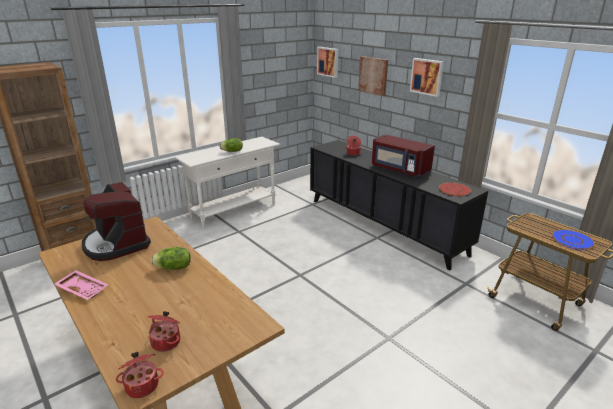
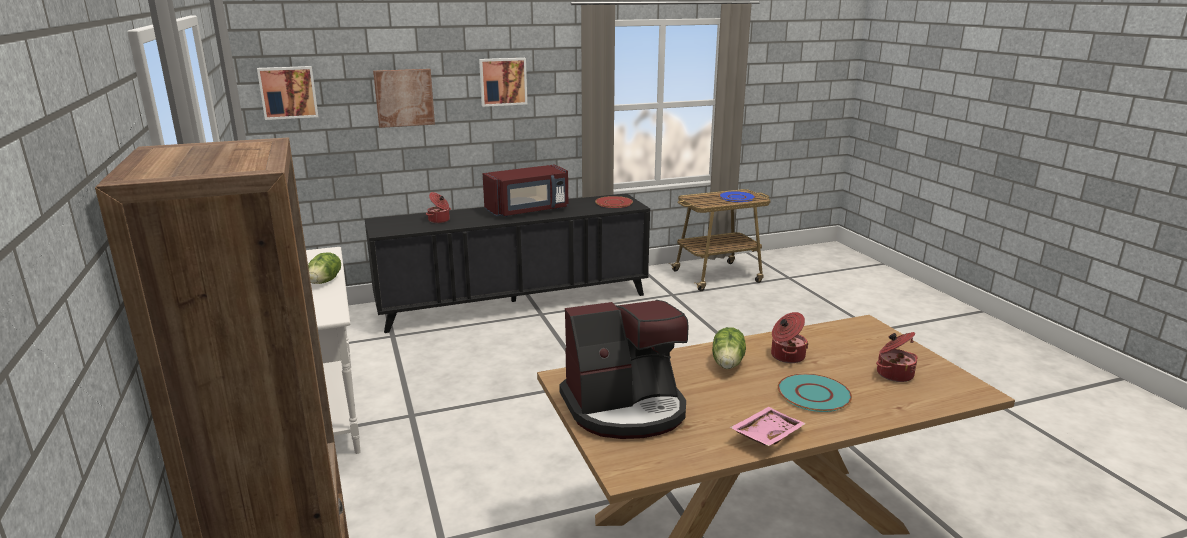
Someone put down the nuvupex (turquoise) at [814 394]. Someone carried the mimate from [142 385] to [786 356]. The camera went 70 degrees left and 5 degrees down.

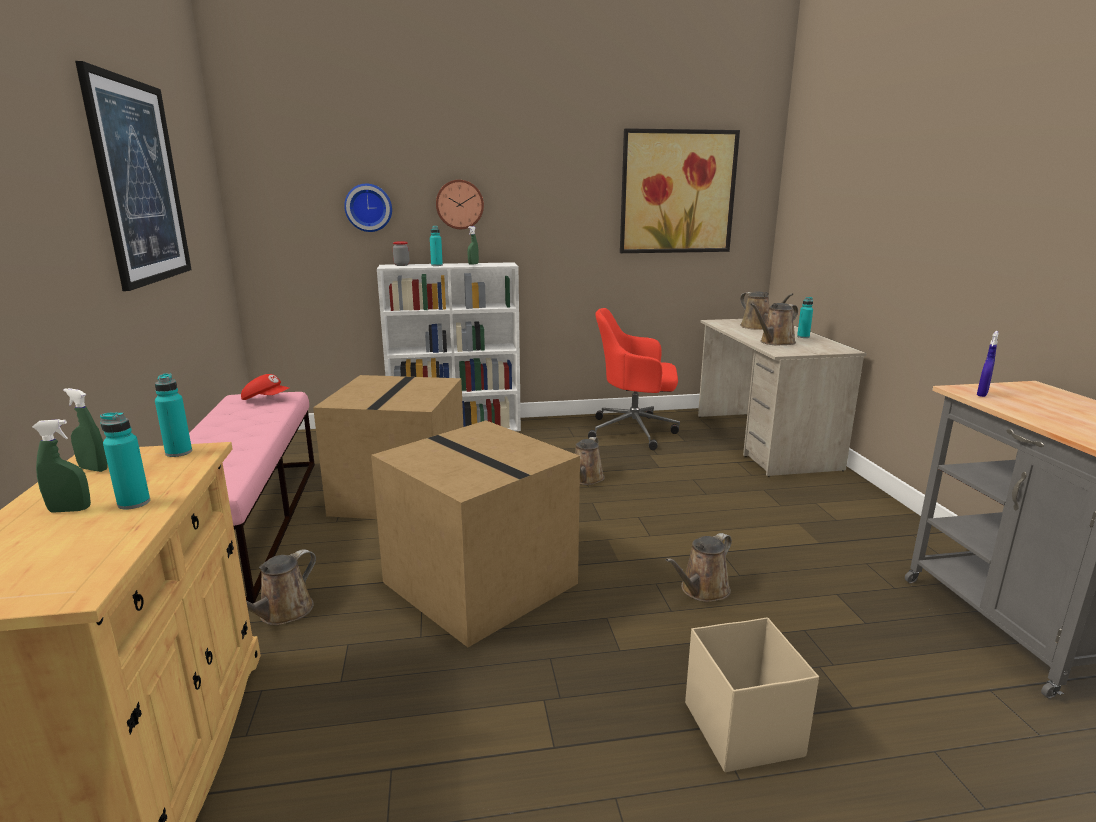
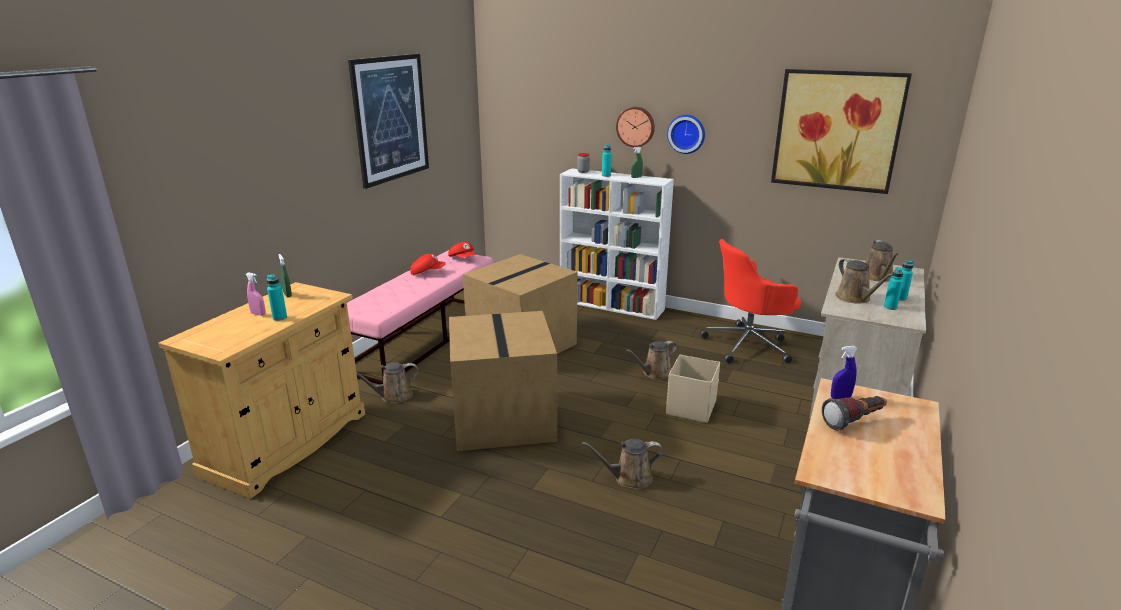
Someone put down the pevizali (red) at [427 272]. Someone put down the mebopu at [854 421]. Someone carried the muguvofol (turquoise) from [179 452] to [890 307]. Someone carried the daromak from [368 207] to [687 133]. Someone carried the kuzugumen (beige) from [742 728] to [691 407]. Someone repainted the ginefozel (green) at [70 510], which became the ginefozel (pink) at [258 314]. Someone rotated the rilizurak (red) at [635 431] by 60 degrees counterclockwise. Someone rotated the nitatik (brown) at [775 342] by 105 degrees counterclockwise. The camera went 35 degrees right and 5 degrees up.

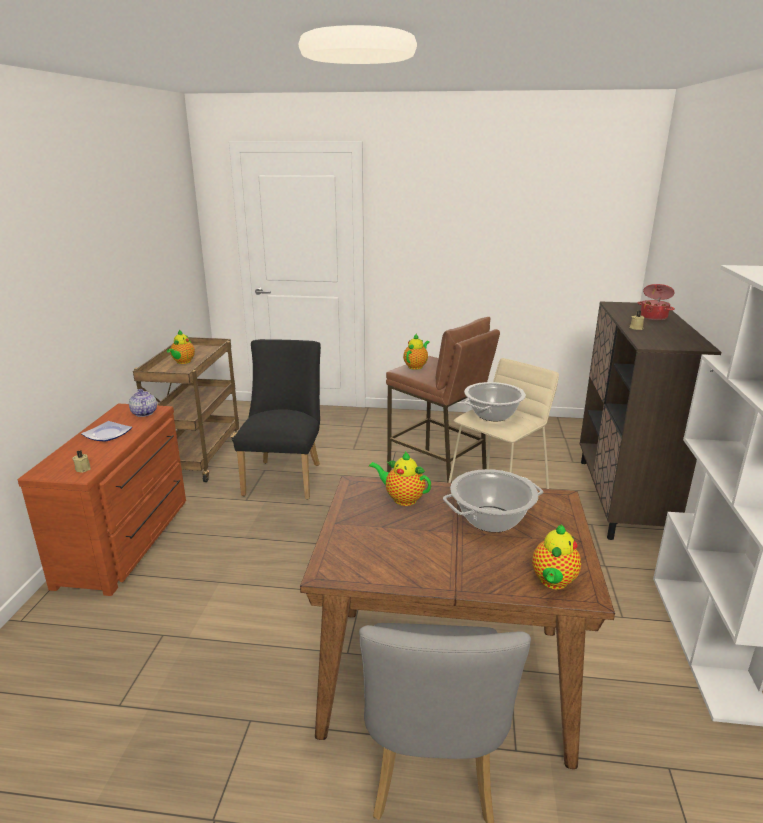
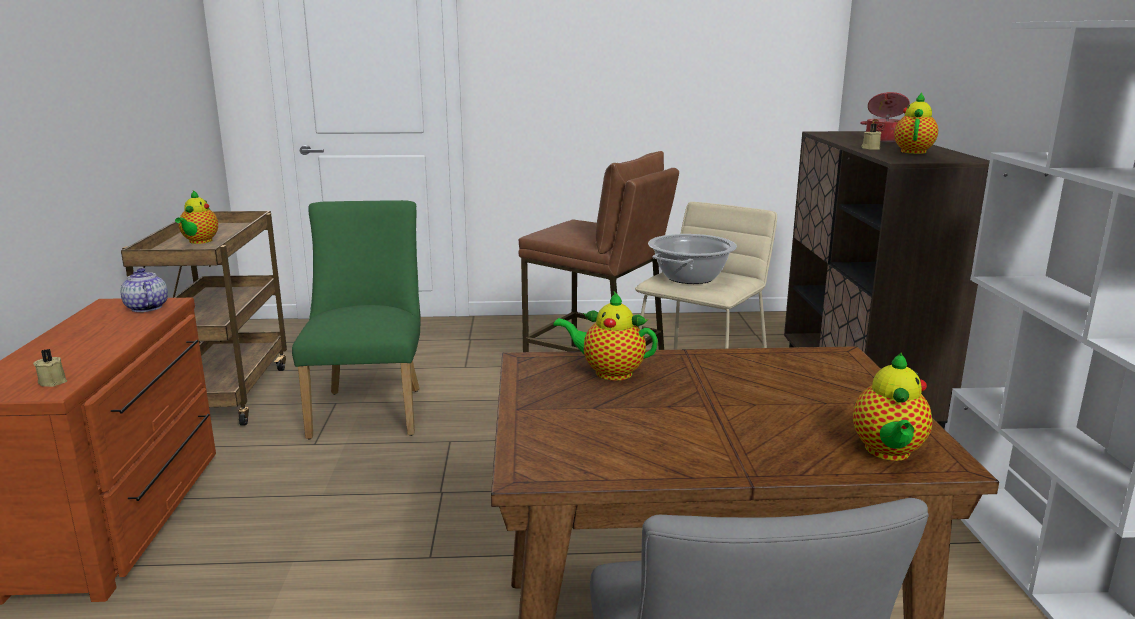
Someone took away the nuvupex at [107 434]. Someone took away the mimate at [491 519]. Someone carried the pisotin from [416 366] to [913 151]. Someone repainted the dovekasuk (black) at [285 476], which became the dovekasuk (green) at [370 408]. The camera went 10 degrees left and 5 degrees down.

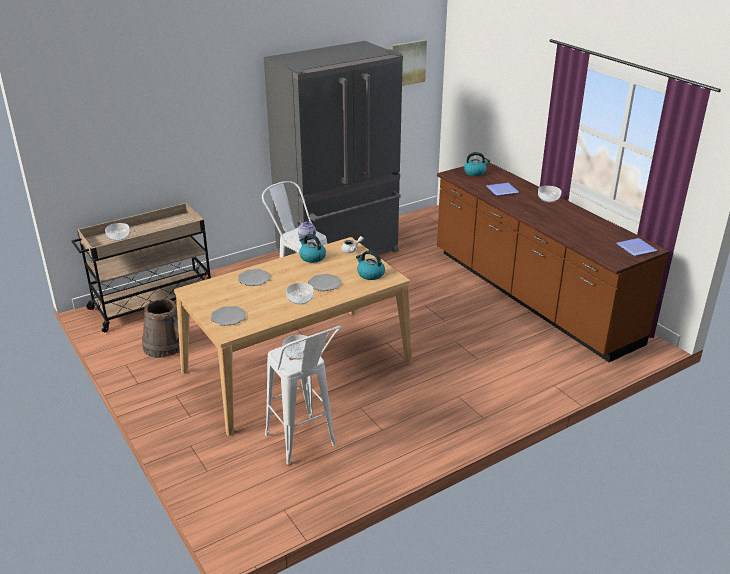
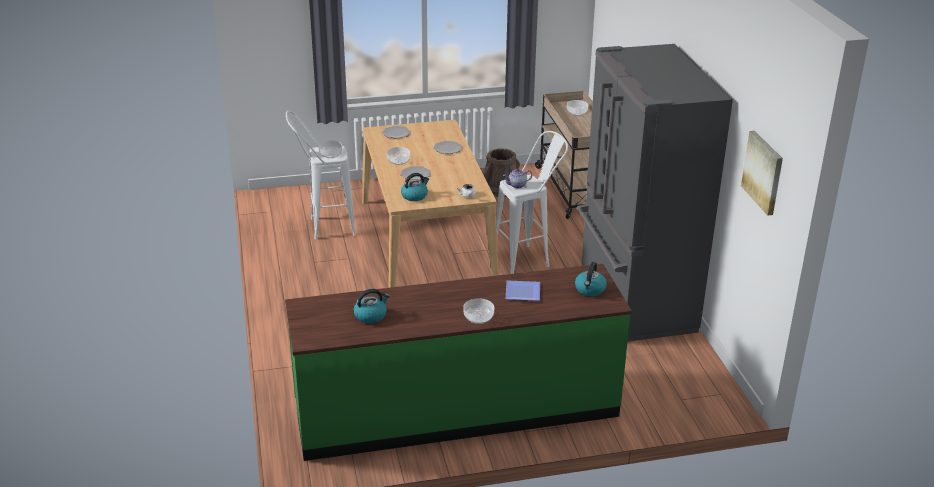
Someone took away the nuvupex at [636 248]. Someone carried the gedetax from [312 257] to [371 316]. Someone repainted the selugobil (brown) at [530 296], which became the selugobil (green) at [456 411]. The camera went 110 degrees right and 0 degrees up.

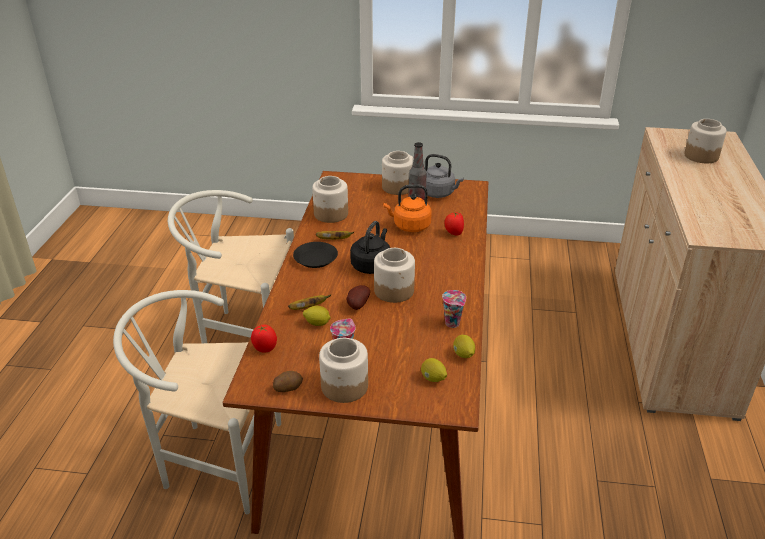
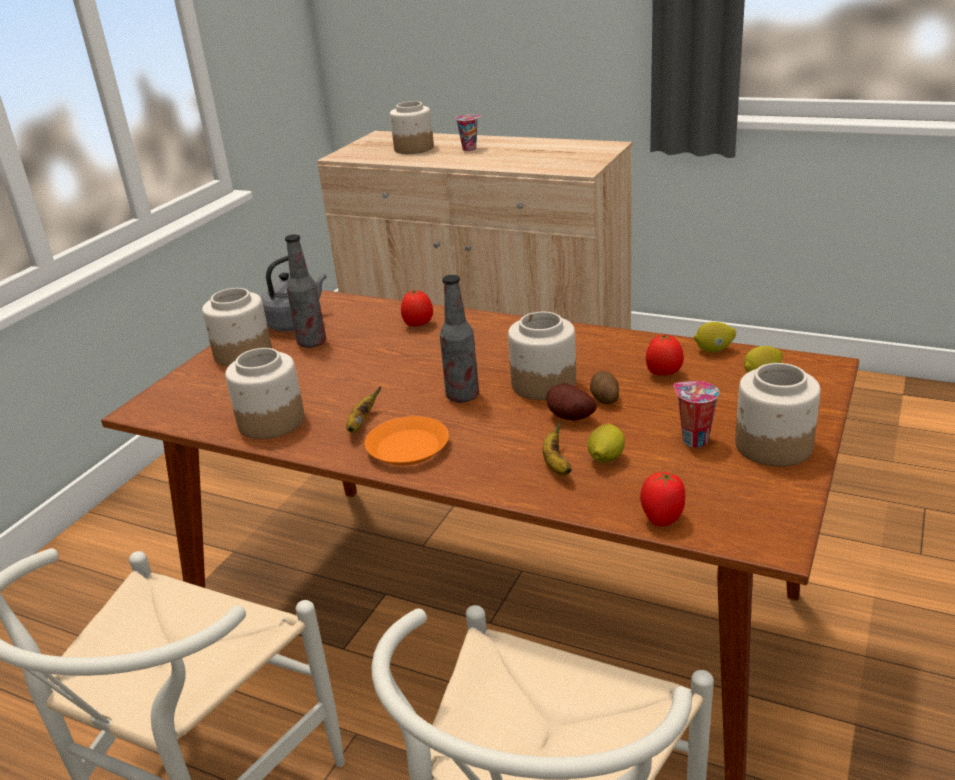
Someone took away the gedetax (orange) at [409 226]. Someone put down the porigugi at [664 374]. Someone carried the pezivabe from [288 387] to [604 398]. Someone carried the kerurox from [453 323] to [470 149]. Someone swapped the gedetax (black) at [371 265] for the muguvofol at [462 396]. Someone repainted the nuvupex (black) at [315 258], which became the nuvupex (orange) at [408 448]. The camera went 70 degrees left and 5 degrees down.

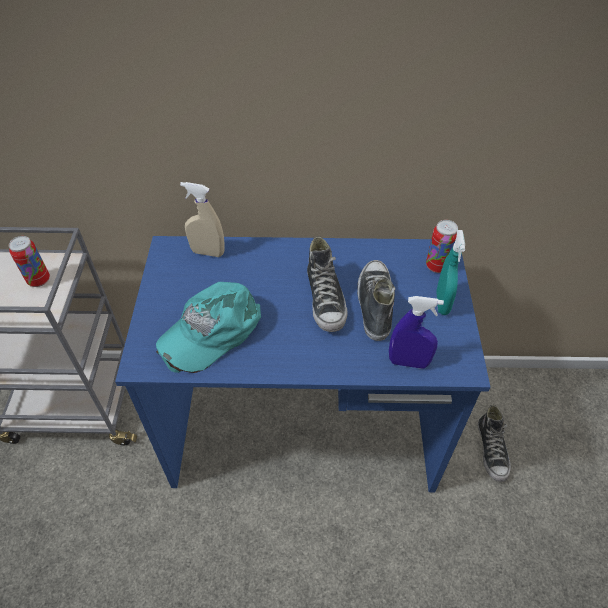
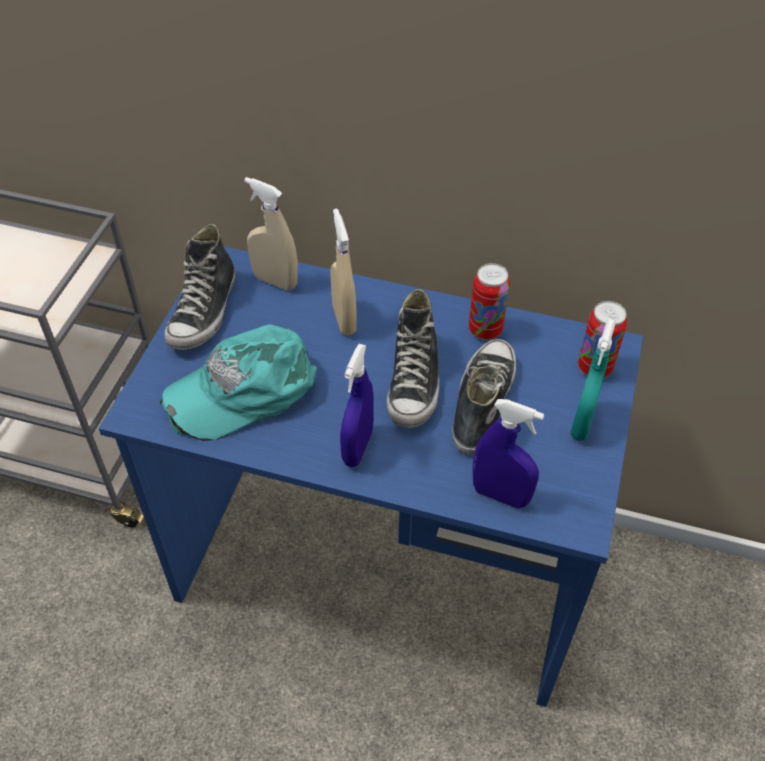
Someone put down the ginefozel (beige) at [344 319]. Someone put down the ginefozel (blue) at [357 447]. Someone carried the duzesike from [39 280] to [485 330]. Someone carried the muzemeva from [492 450] to [204 312]. The camera went 15 degrees right and 0 degrees up.

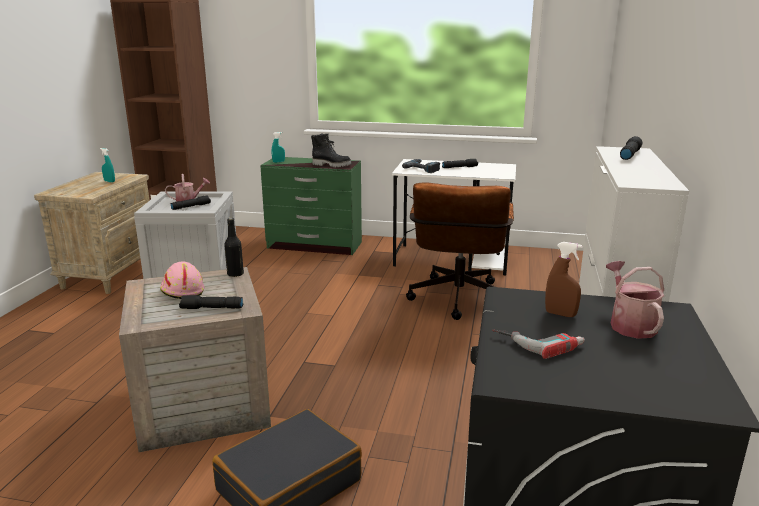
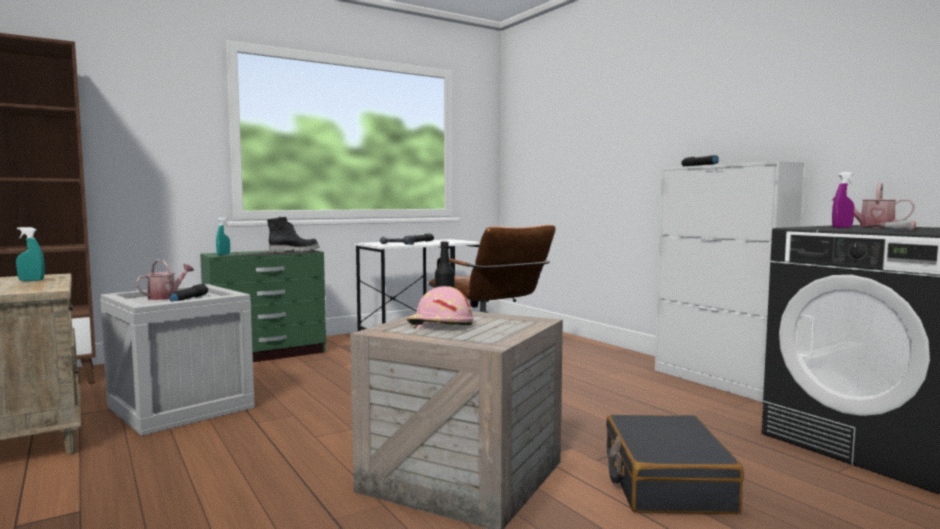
Someone took away the mebopu (black) at [211 308]. Someone repainted the ginefozel (brown) at [560 314], which became the ginefozel (purple) at [842 227]. The camera went 45 degrees left and 15 degrees down.

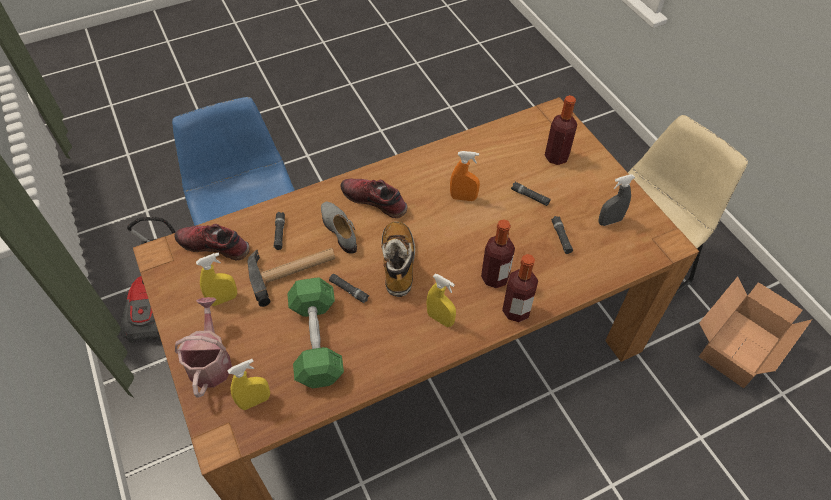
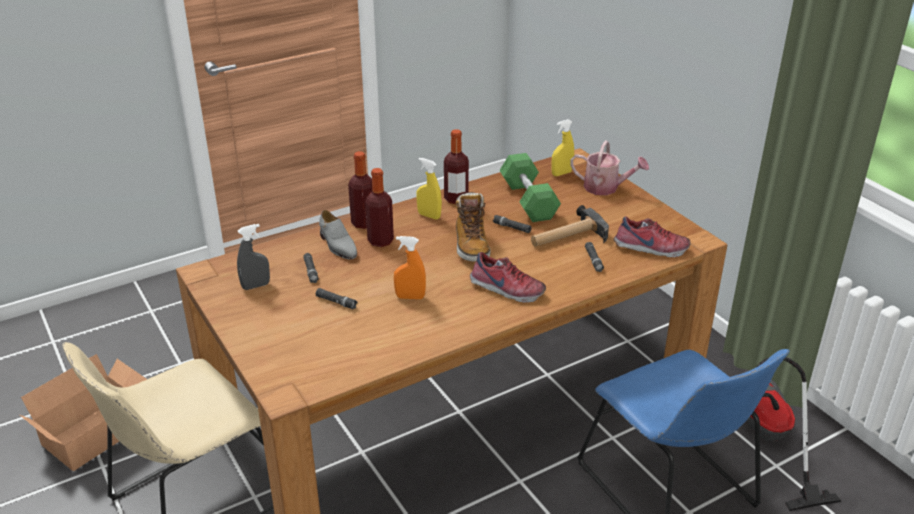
Someone took away the ginefozel (yellow) at [223 299]. Someone carried the muzemeva (grey) from [339 229] to [338 245]. Someone carried the muguvofol from [556 157] to [456 199]. Someone rotated the nitatik at [211 361] by 60 degrees counterclockwise. The camera went 175 degrees right and 20 degrees down.

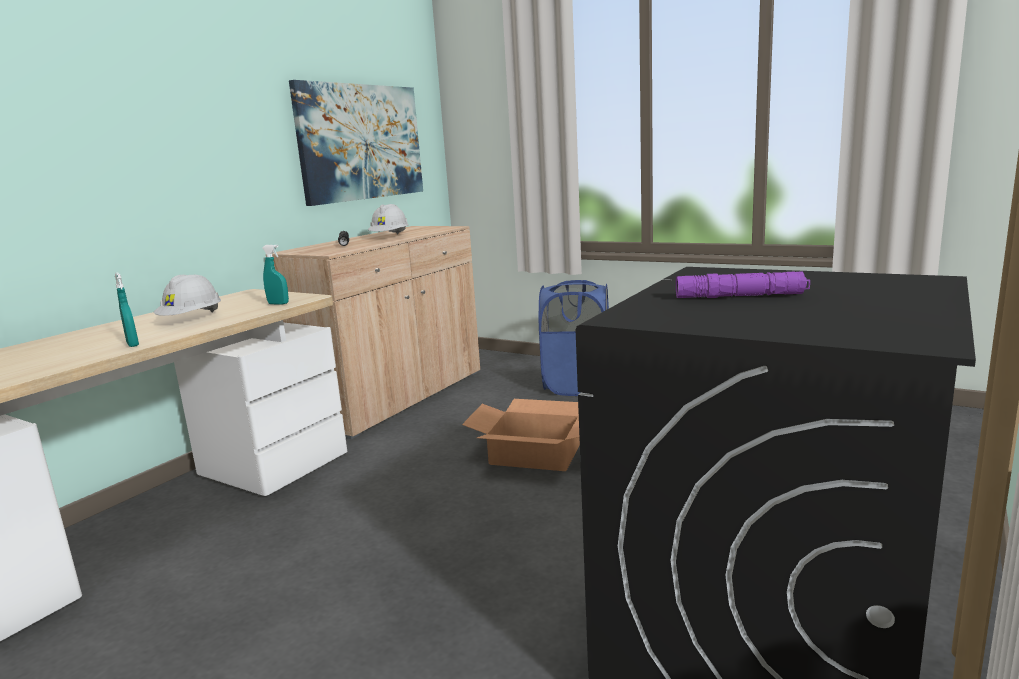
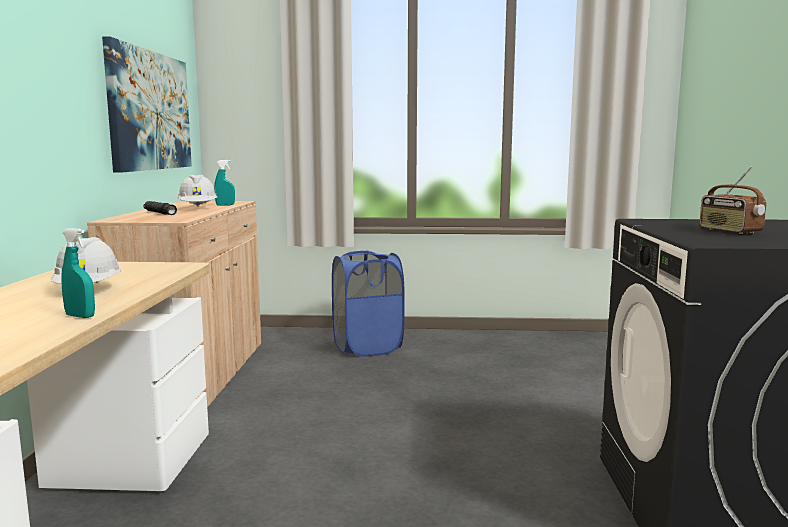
Someone took away the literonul at [535 454]. Someone carried the ginefozel (turquoise) from [278 304] to [225 205]. Someone swapped the mebopu (purple) at [740 296] for the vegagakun at [729 231]. The camera went 30 degrees left and 5 degrees down.

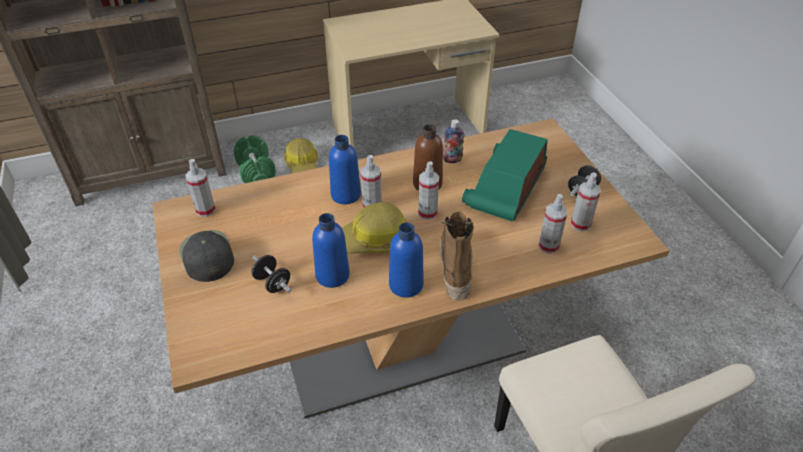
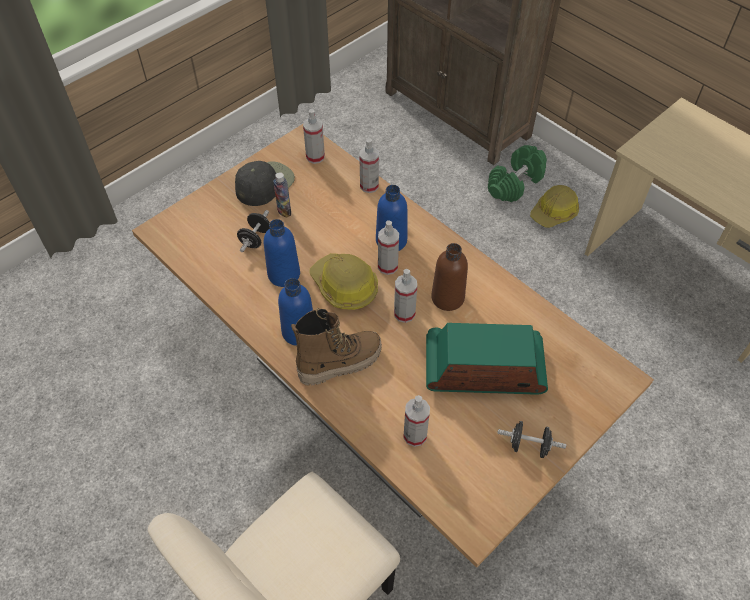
Someone carried the muguvofol from [452 160] to [284 211]. Someone carried the ginefozel from [580 224] to [369 186]. The camera went 65 degrees right and 10 degrees up.

